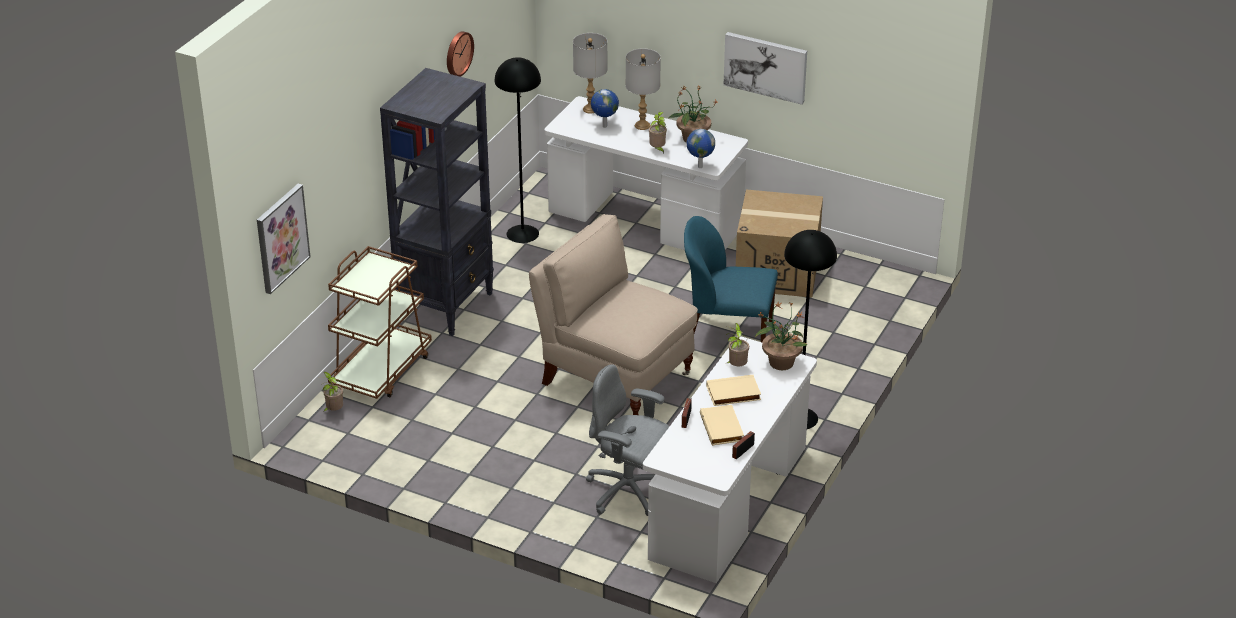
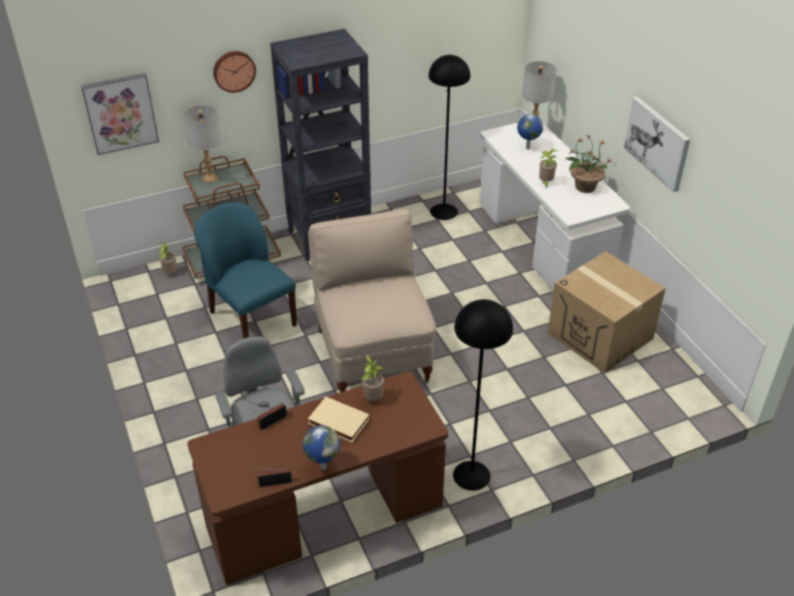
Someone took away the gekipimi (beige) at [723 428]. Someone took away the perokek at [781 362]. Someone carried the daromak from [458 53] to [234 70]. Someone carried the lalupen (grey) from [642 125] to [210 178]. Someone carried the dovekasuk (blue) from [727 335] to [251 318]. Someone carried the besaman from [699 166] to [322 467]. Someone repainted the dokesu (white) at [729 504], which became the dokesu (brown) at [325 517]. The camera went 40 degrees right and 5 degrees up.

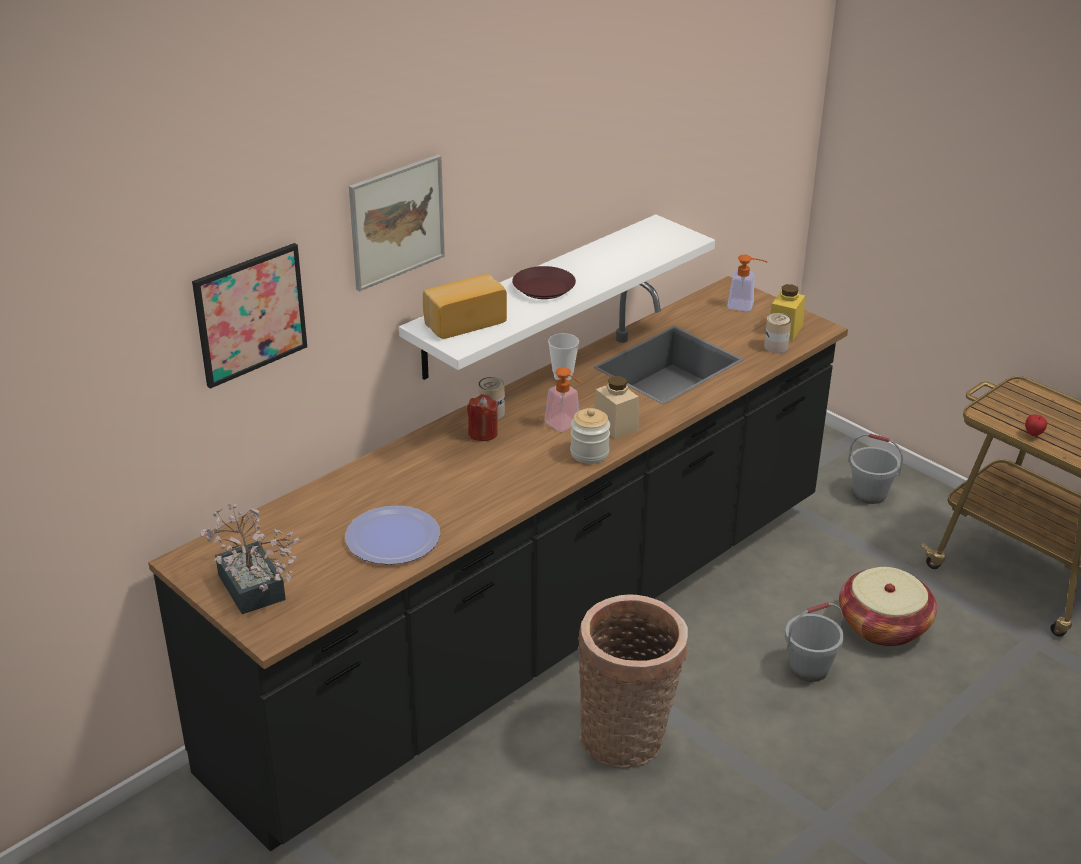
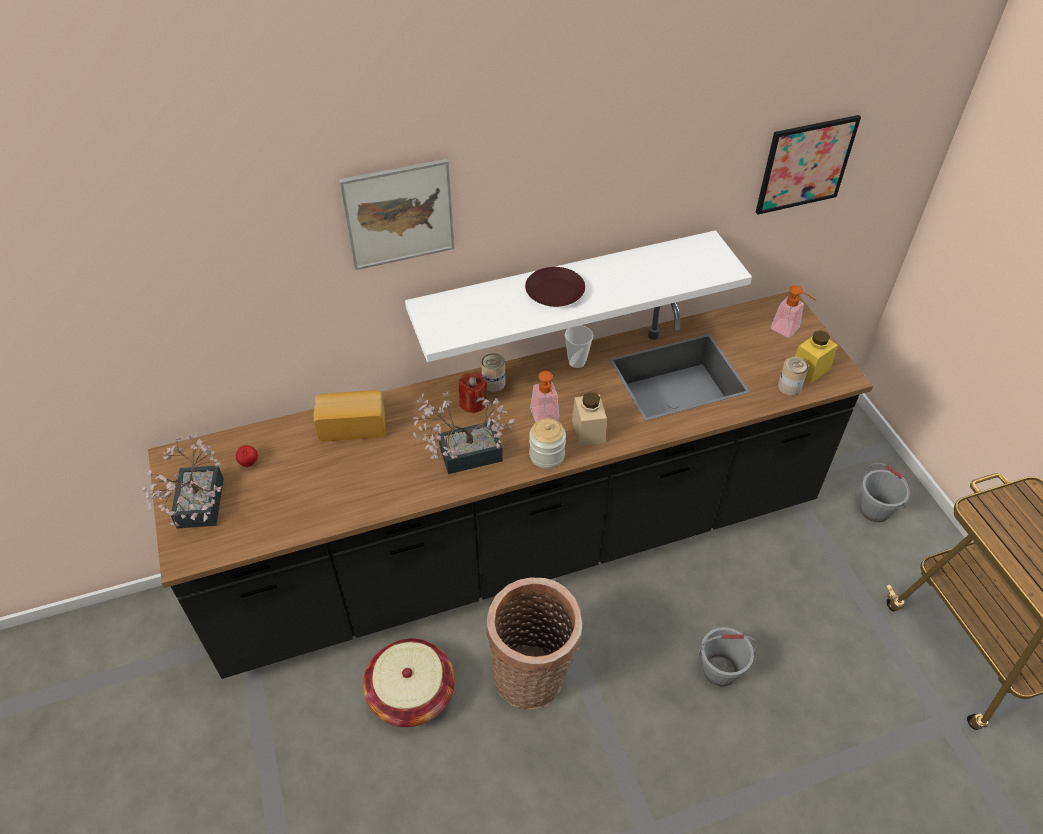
Someone took away the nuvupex at [392 537]. Someone put down the perokek at [463 455]. Someone carried the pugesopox from [250 314] to [805 164]. Someone carried the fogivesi from [463 321] to [352 424]. Someone carried the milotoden from [883 626] to [411 693]. Someone carried the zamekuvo from [1034 434] to [249 463]. The camera went 25 degrees right and 15 degrees up.

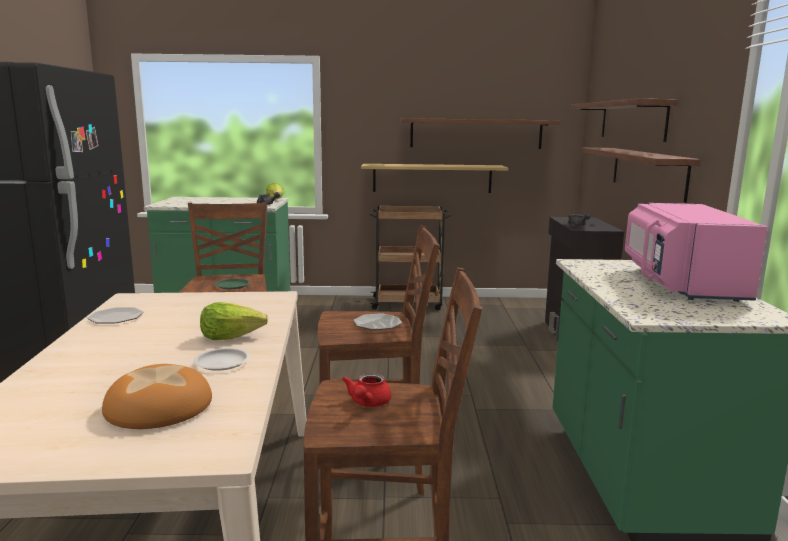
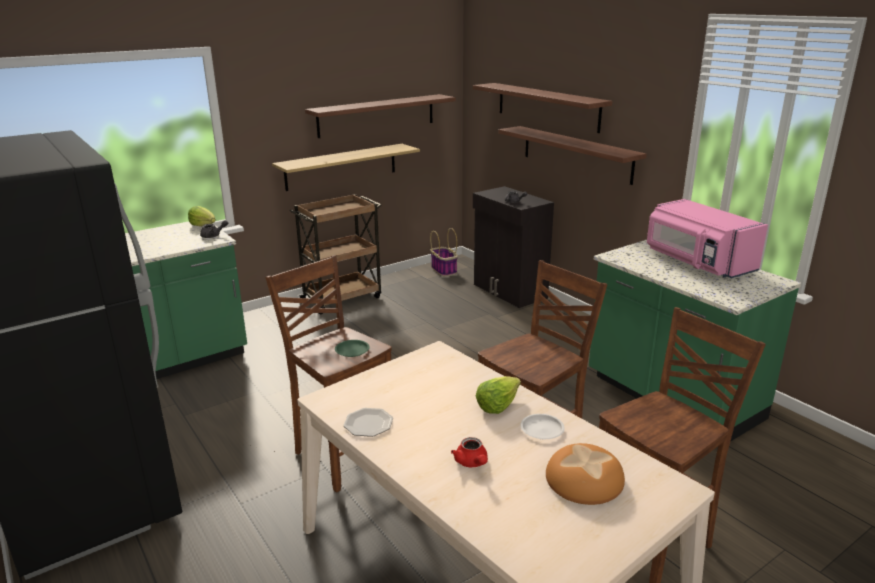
Someone took away the nuvupex at [378 324]. Someone put down the milotoden at [444 270]. Someone carried the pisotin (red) from [367 403] to [472 463]. The camera went 35 degrees left and 10 degrees up.

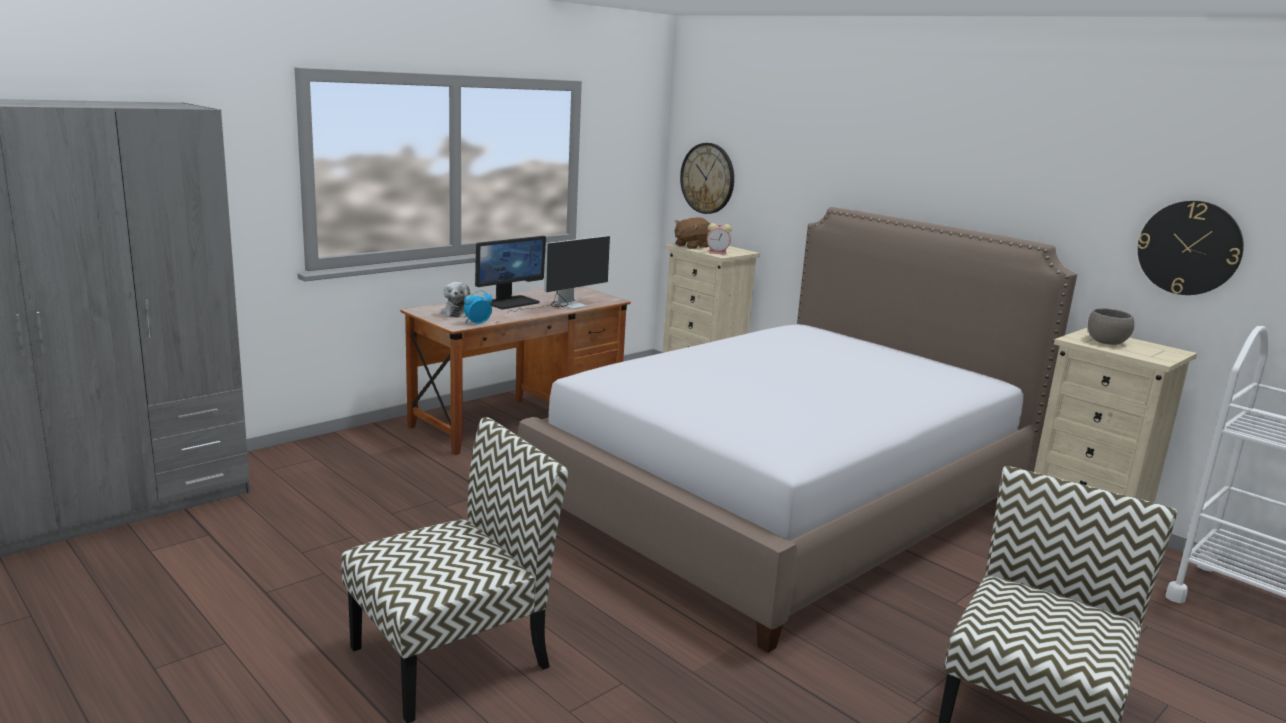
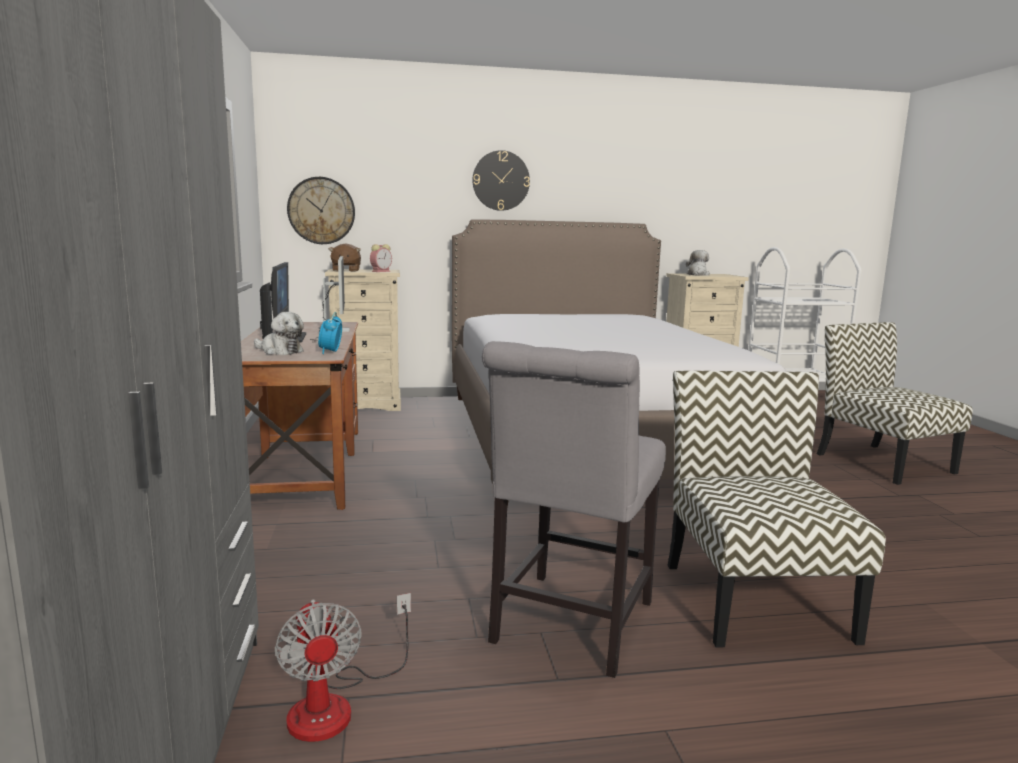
Someone put down the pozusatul at [336 704]. Someone put down the dovekasuk (grey) at [569 627]. Someone carried the daromak from [1189 248] to [501 180]. Someone swapped the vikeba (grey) at [1106 341] for the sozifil at [697 275]. The camera went 55 degrees left and 5 degrees down.

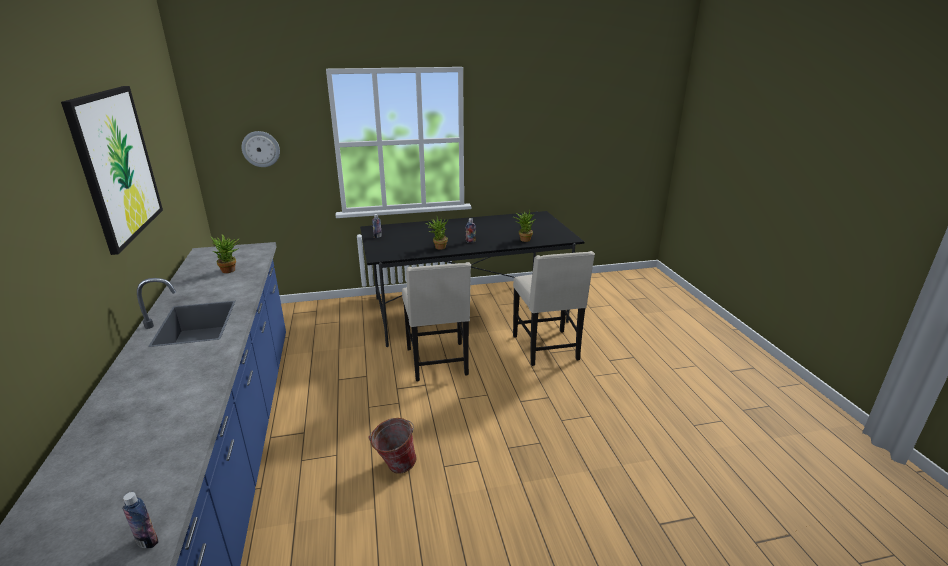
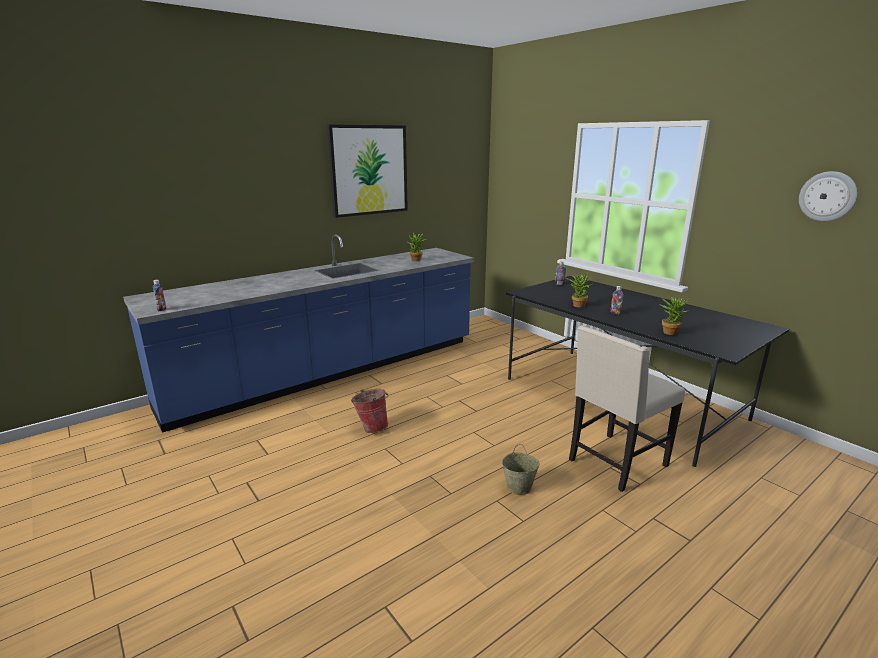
Someone took away the dovekasuk (beige) at [438 362]. Someone put down the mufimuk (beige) at [519 487]. Someone carried the daromak from [261 149] to [827 196]. The camera went 65 degrees right and 5 degrees down.

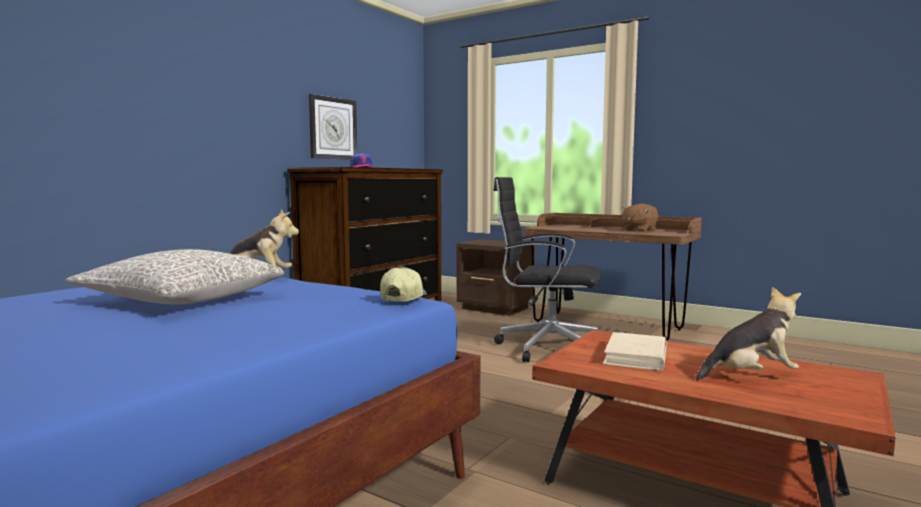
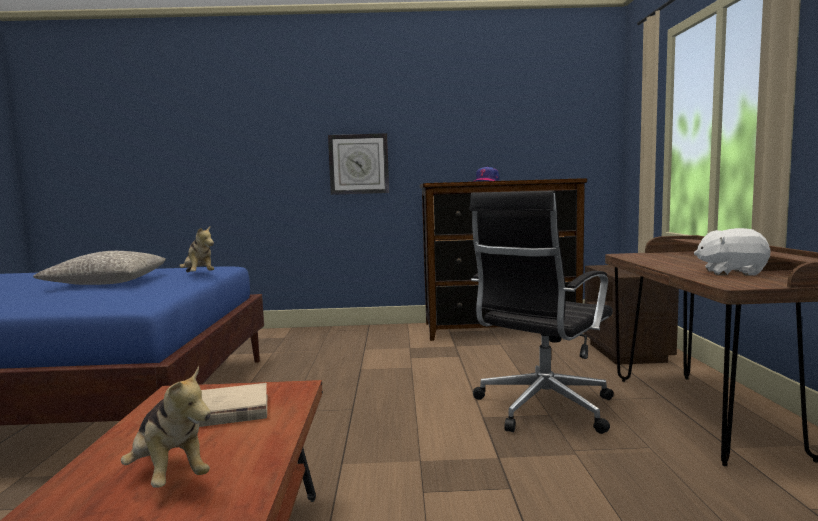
Someone took away the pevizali at [402 298]. Someone carried the daromak from [332 128] to [359 164]. Someone repainted the sozifil (brown) at [638 230], which became the sozifil (white) at [731 272]. Someone rotated the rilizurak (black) at [546 347] by 120 degrees counterclockwise. The camera went 55 degrees right and 0 degrees up.

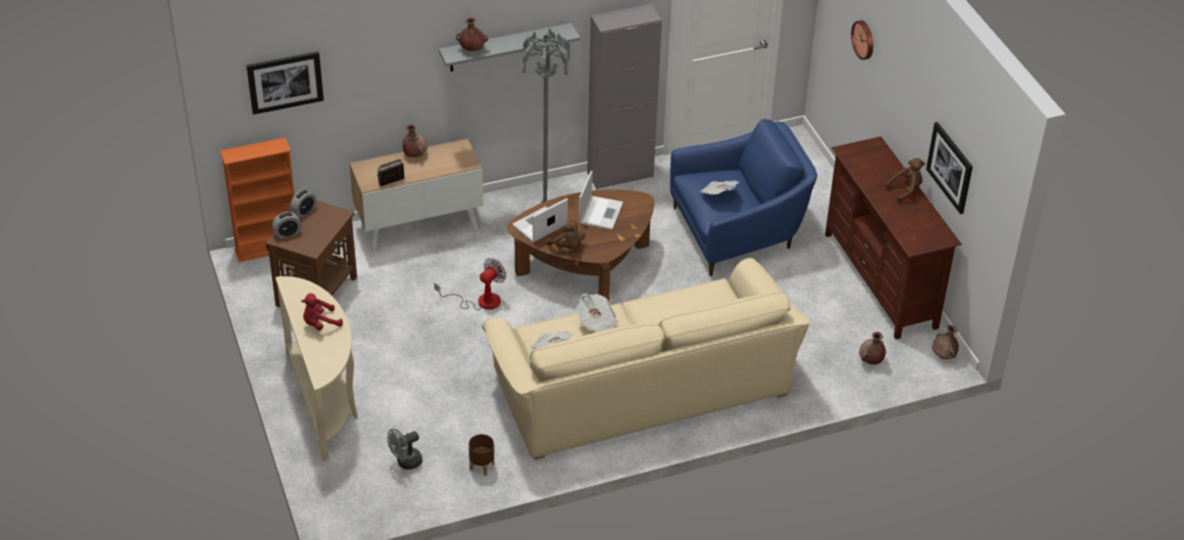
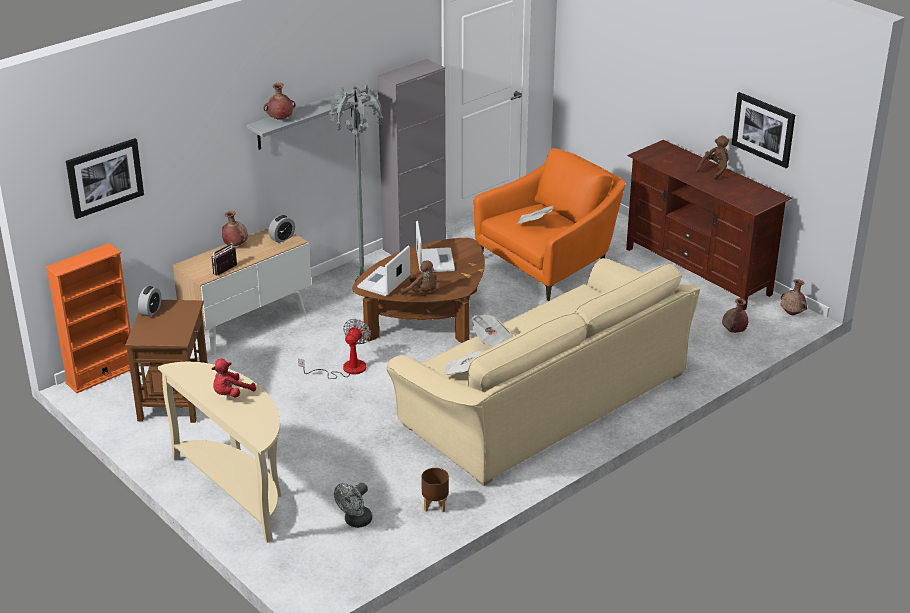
Someone took away the daromak at [864 39]. Someone carried the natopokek from [287 233] to [282 238]. Someone repainted the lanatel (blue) at [738 232], which became the lanatel (orange) at [549 264]. The camera went 20 degrees left and 10 degrees down.

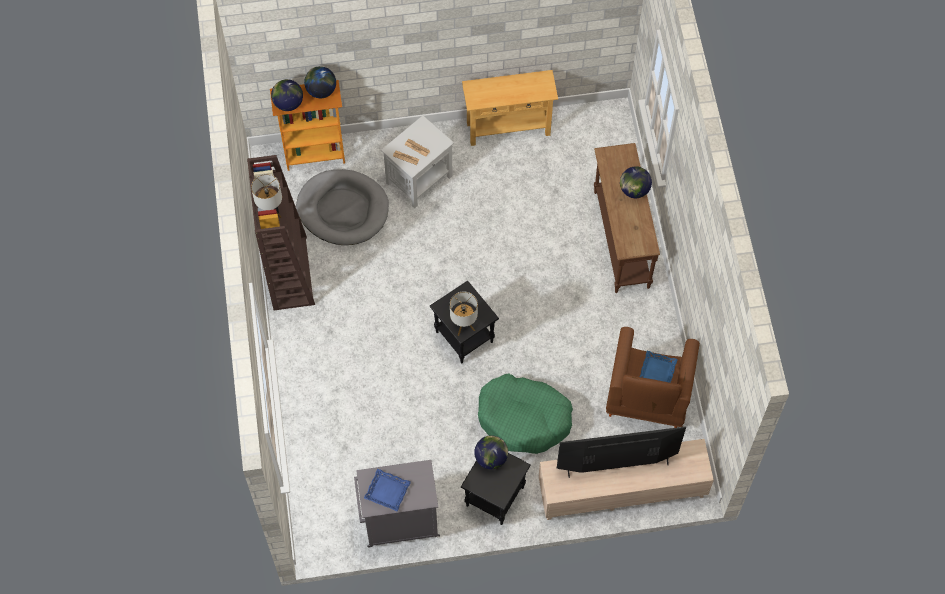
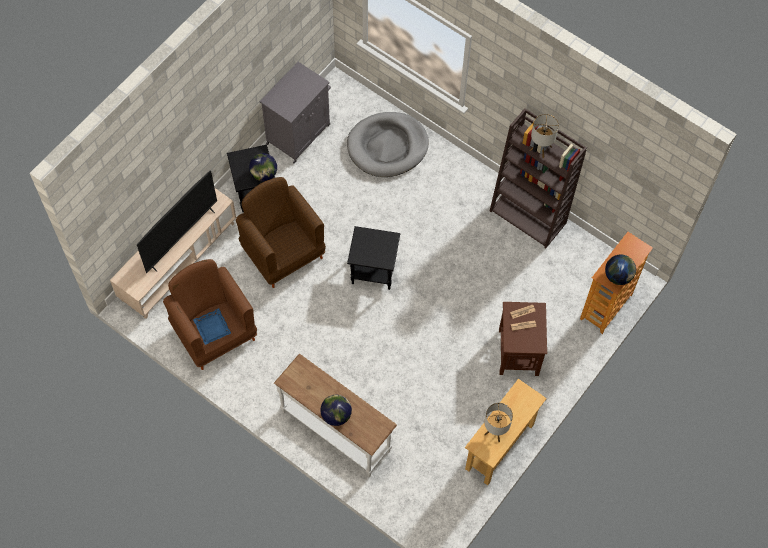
Someone took away the besaman at [288 103]. Someone took away the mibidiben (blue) at [387 491]. Someone carried the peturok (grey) from [343 209] to [387 146]. Someone carried the lalupen from [463 325] to [495 431]. Someone swapped the peturok (green) at [524 418] for the lanatel (brown) at [283 253]. Someone repainted the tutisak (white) at [420 179], which became the tutisak (brown) at [518 352]. Someone repainted the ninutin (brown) at [620 239], which became the ninutin (white) at [336 431]. The camera went 135 degrees right and 0 degrees up.

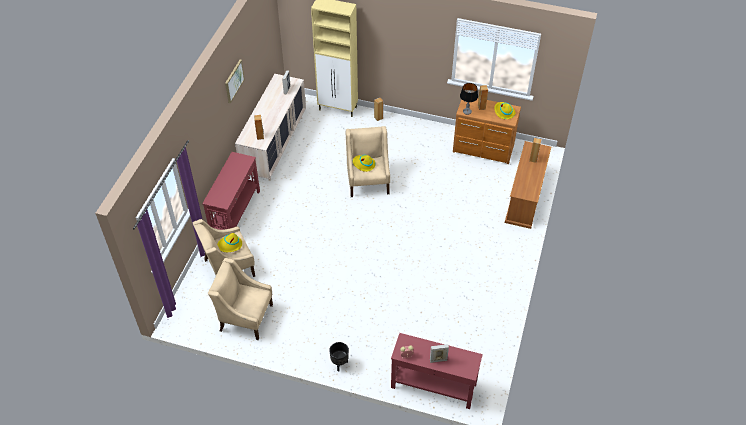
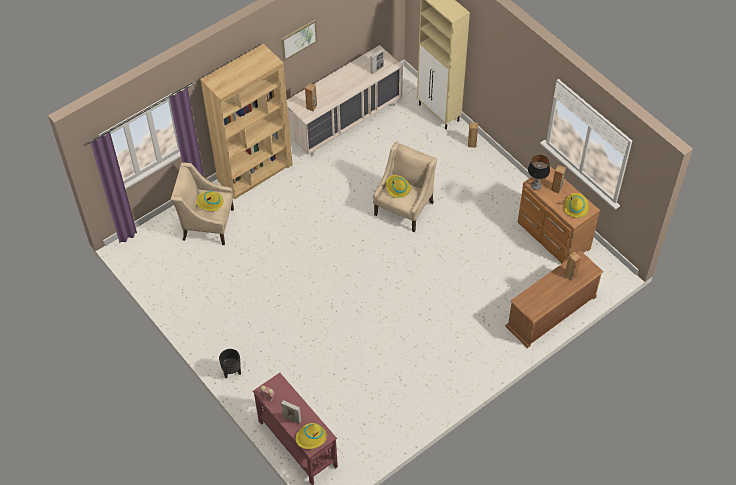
Someone took away the lanatel (beige) at [245 317]. Someone put down the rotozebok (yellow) at [311 437]. Someone swapped the ninutin (red) at [236 212] for the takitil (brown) at [255 172]. The camera went 35 degrees right and 5 degrees up.

